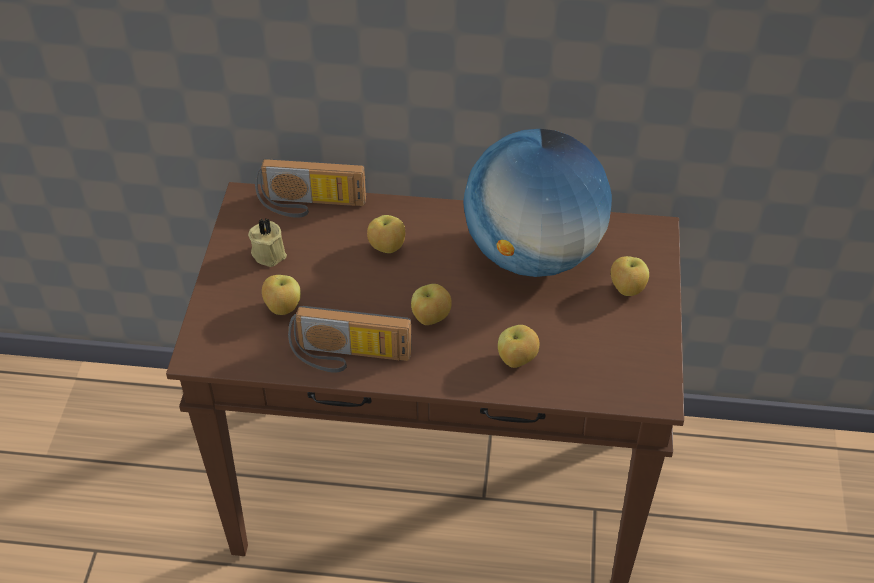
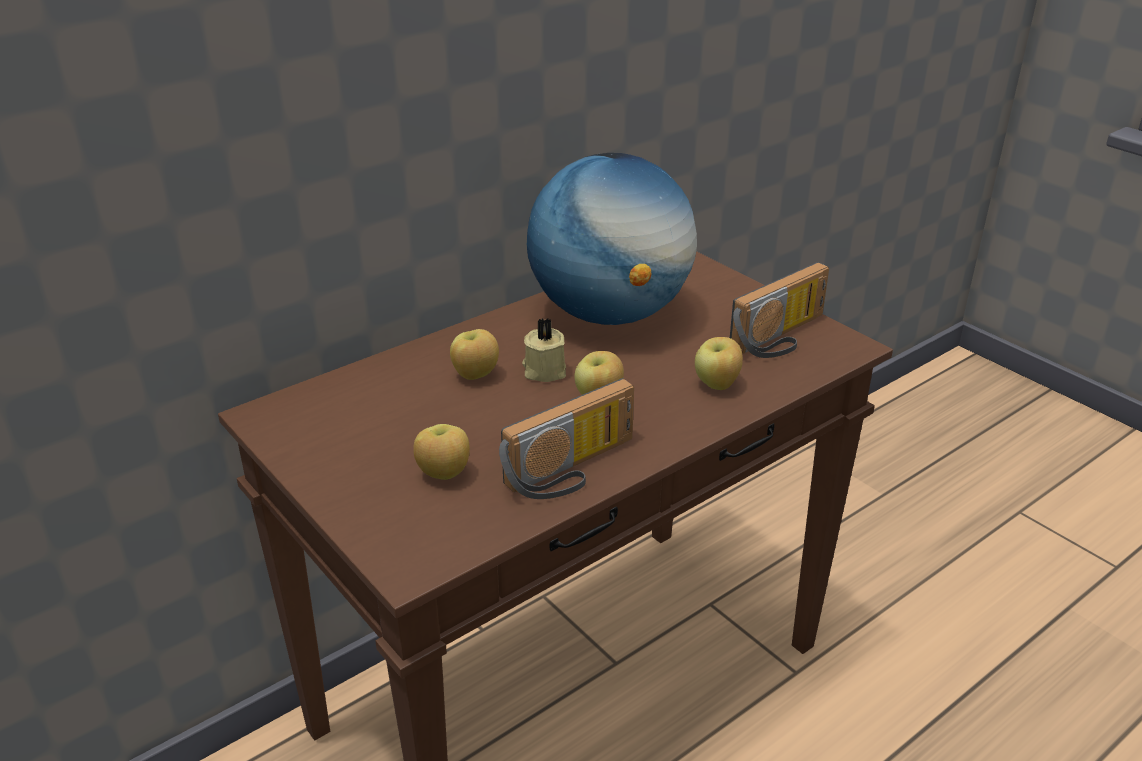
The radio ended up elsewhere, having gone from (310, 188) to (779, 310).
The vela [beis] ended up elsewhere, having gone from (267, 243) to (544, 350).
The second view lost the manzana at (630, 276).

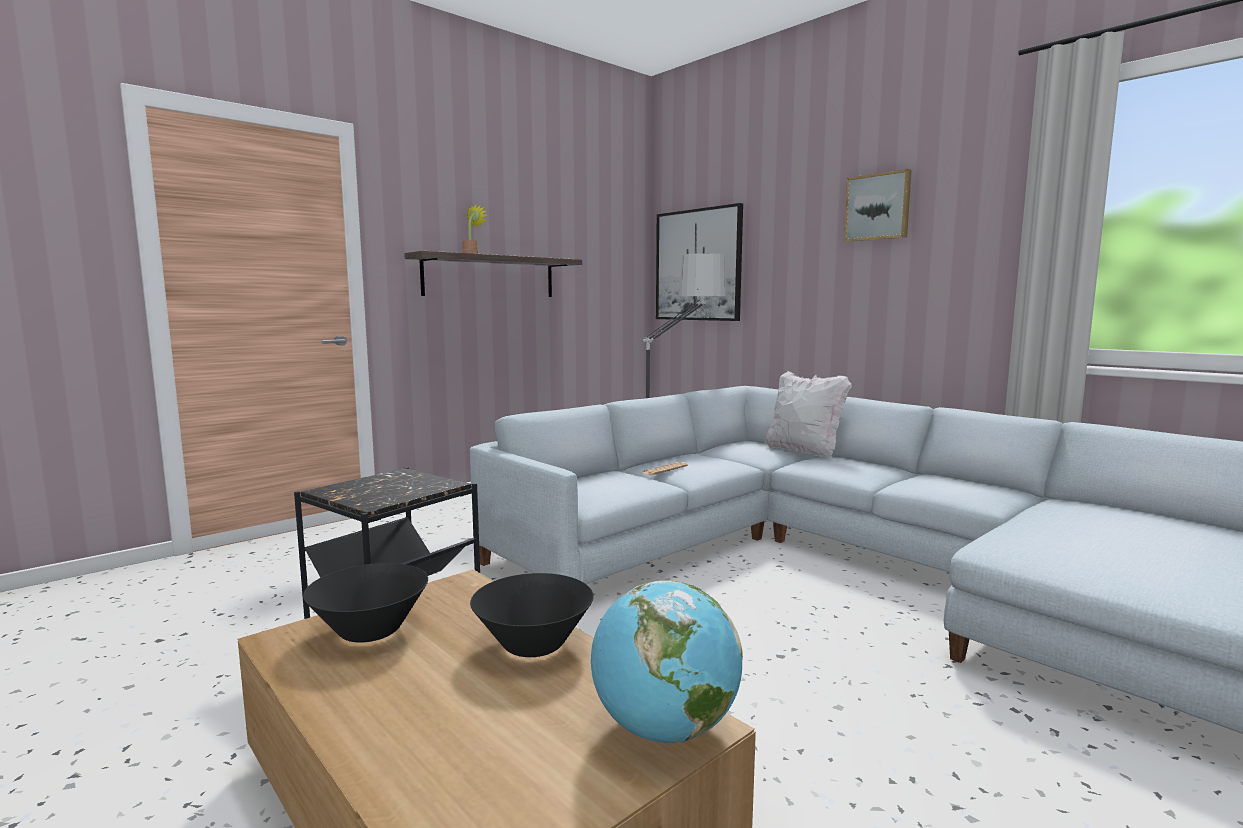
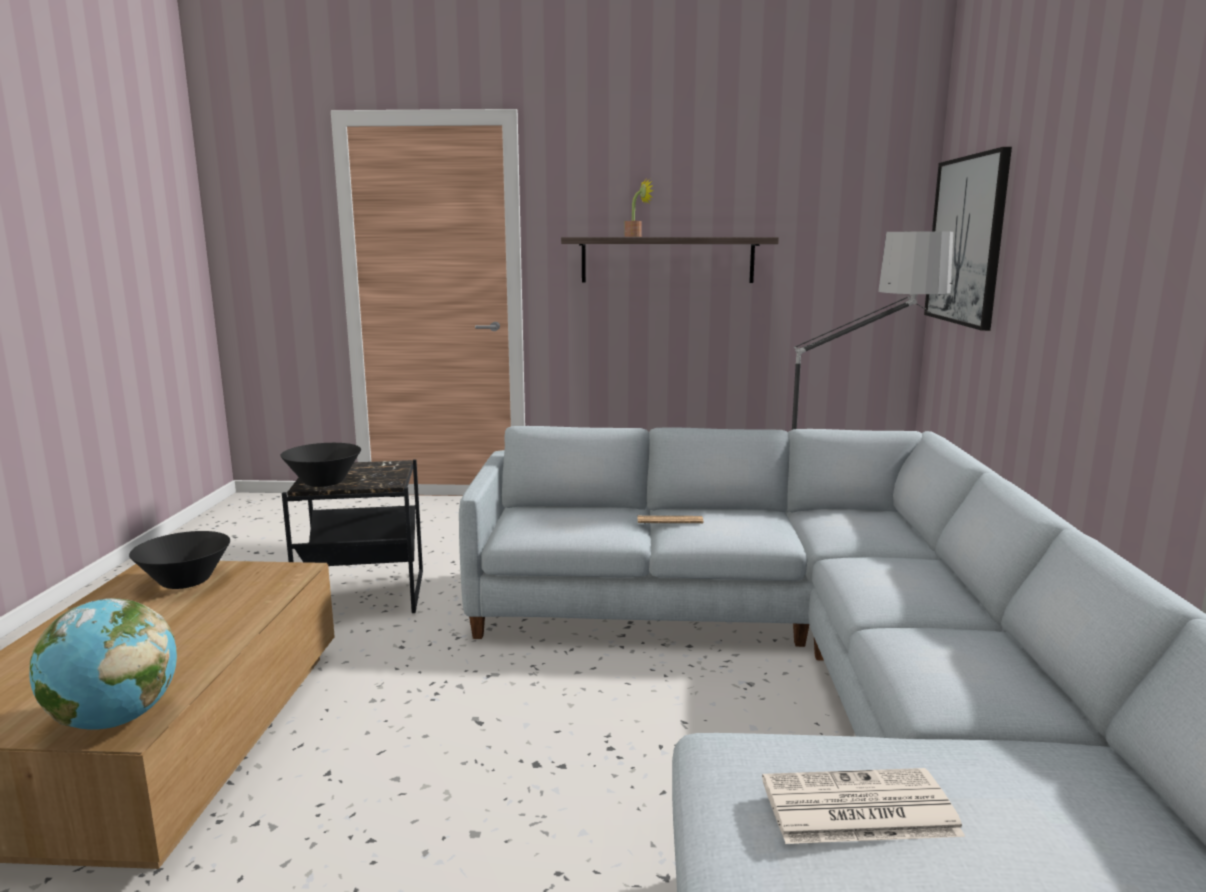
The second view lost the cuadro at (878, 205).
The second view lost the cojín [blanco] at (808, 415).
The cuenco [negro] ended up elsewhere, having gone from (532, 615) to (320, 465).
The second view gained the periódico at (863, 806).

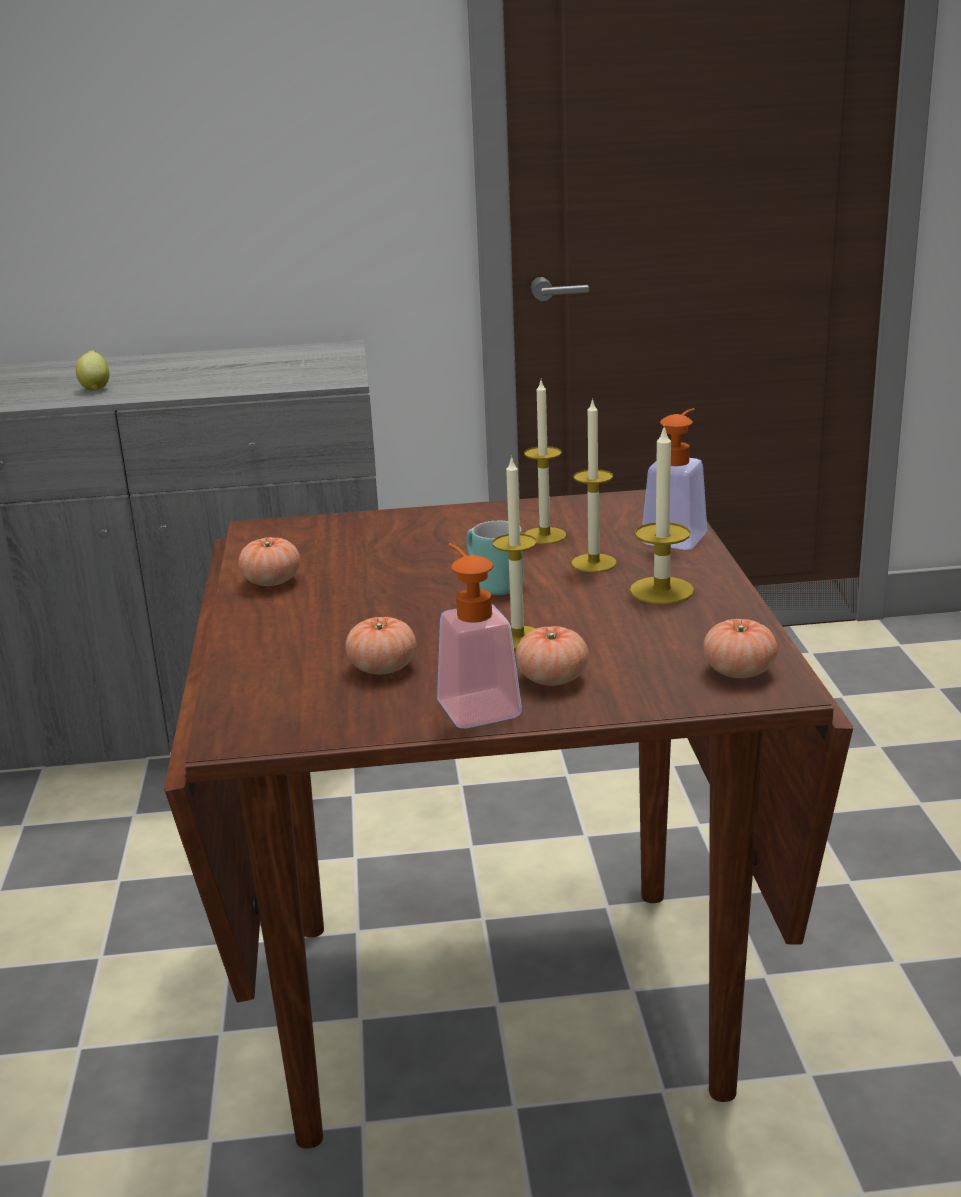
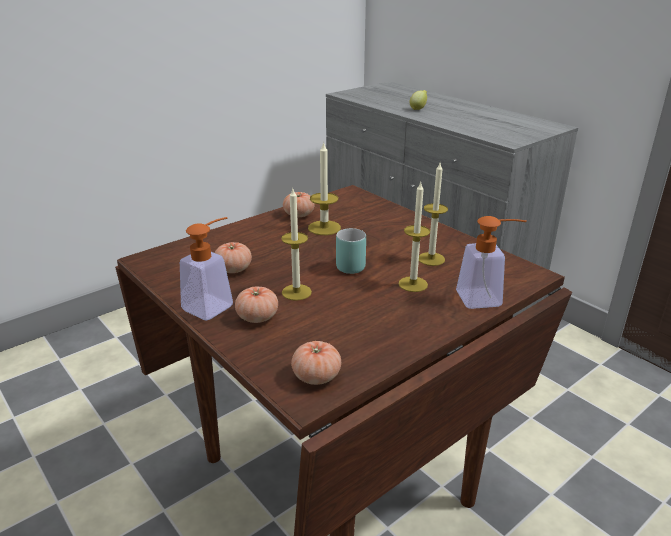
The vela ended up elsewhere, having gone from (662, 515) to (324, 188).

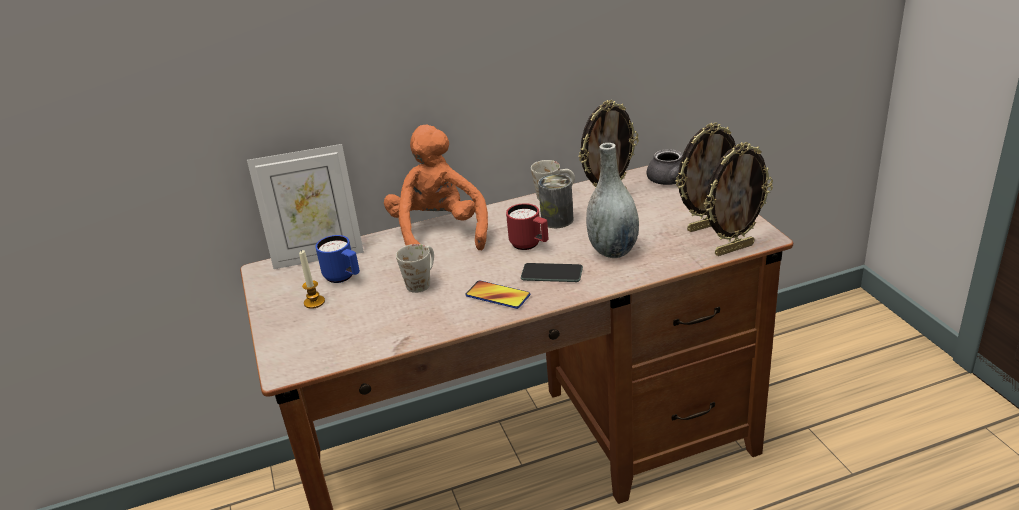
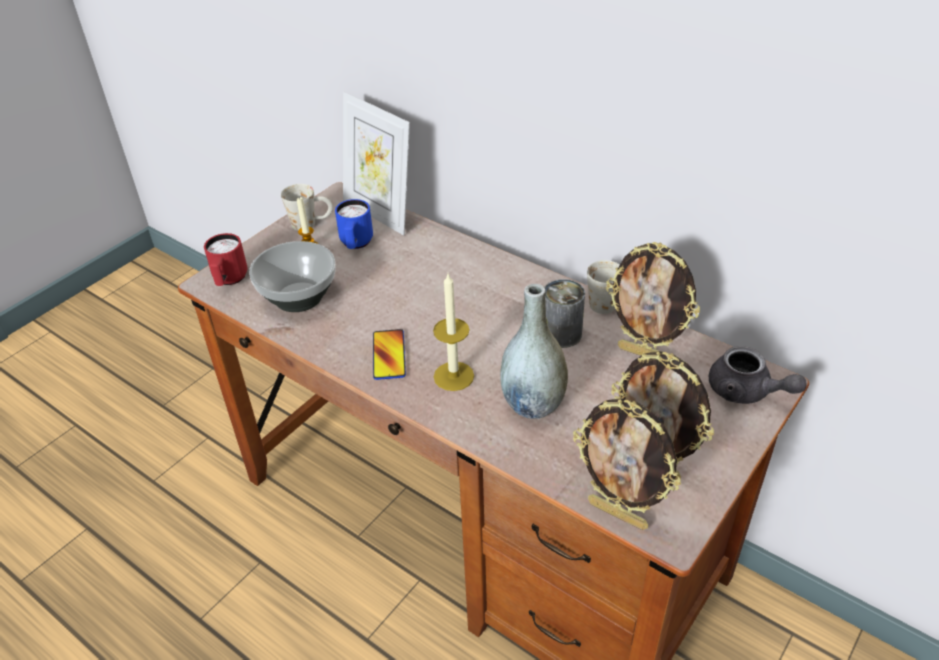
The second view lost the peluche [naranja] at (436, 187).
The taza grande [rojo] ended up elsewhere, having gone from (527, 226) to (225, 259).
The taza grande [blanco] ended up elsewhere, having gone from (415, 268) to (307, 207).
Where the móvil stood at (552, 272), the vela came to stand at (453, 332).
The second view gained the cuenco at (292, 276).

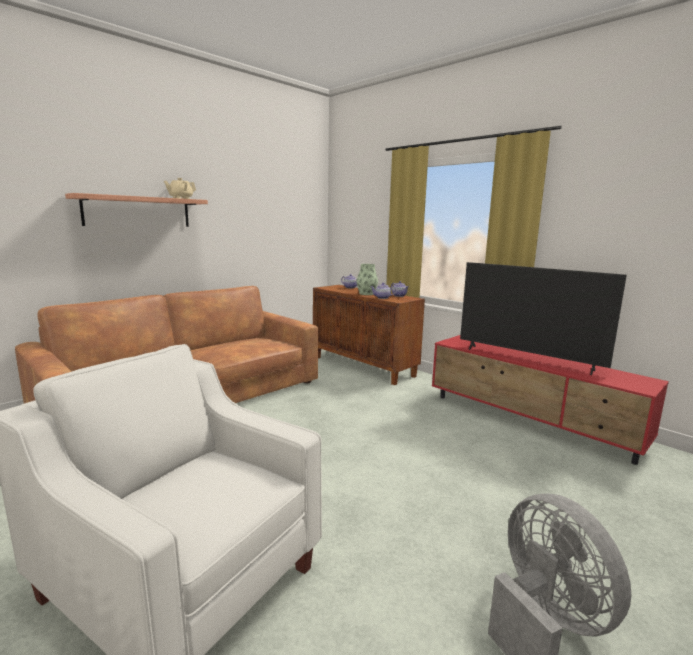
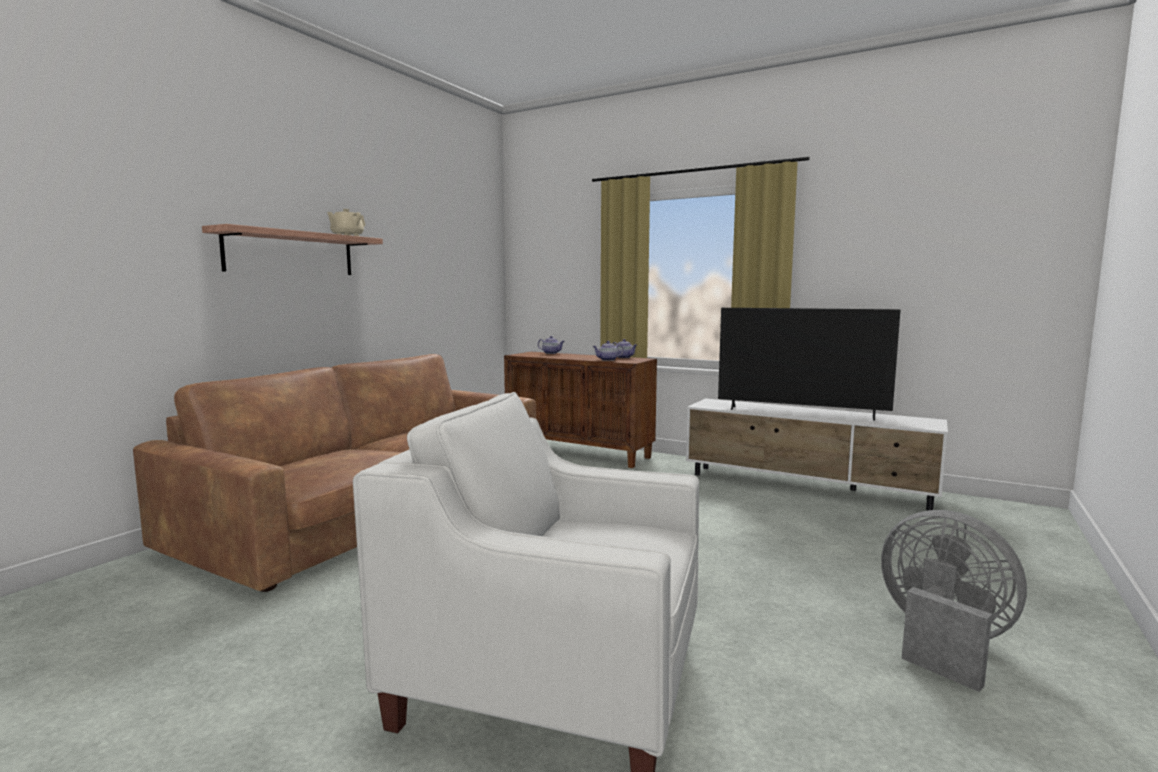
The second view lost the florero at (367, 279).
What was the mueble de televisión [rojo] at (550, 400) turned into the mueble de televisión [blanco] at (817, 454).

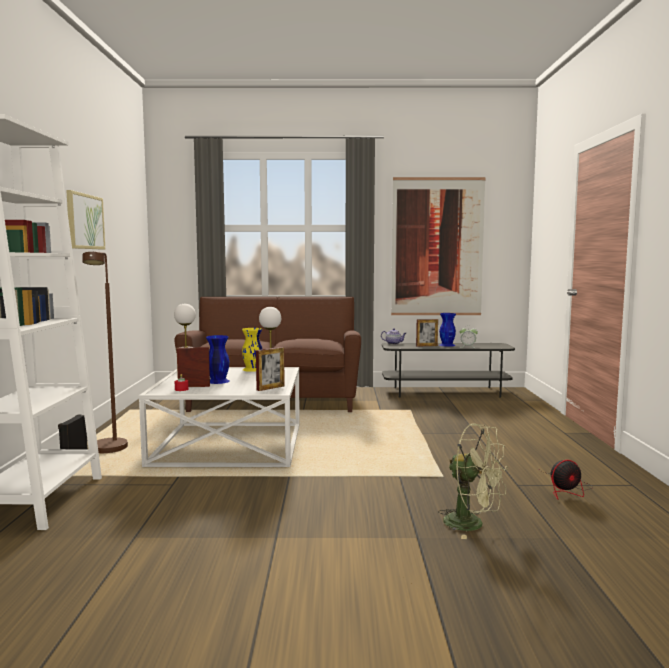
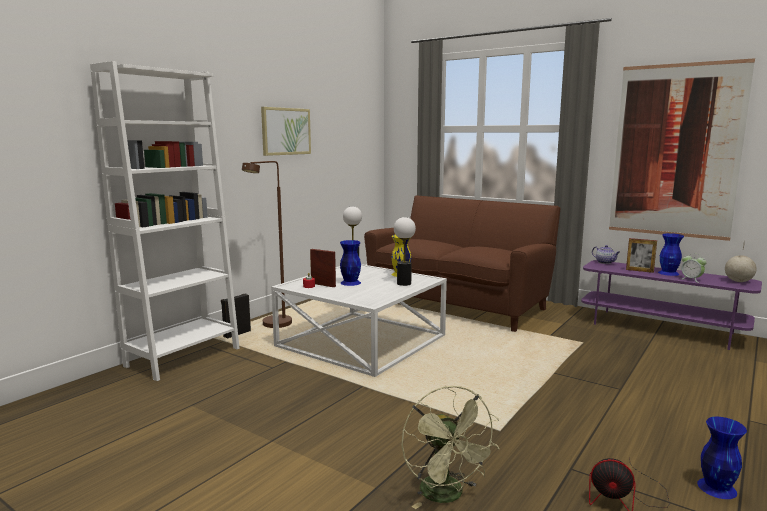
What was the mueble de televisión [gris] at (448, 370) turned into the mueble de televisión [morado] at (671, 305).
The second view lost the portarretratos at (270, 369).
The second view gained the globo terráqueo at (741, 261).
The second view gained the florero [azul] at (722, 458).

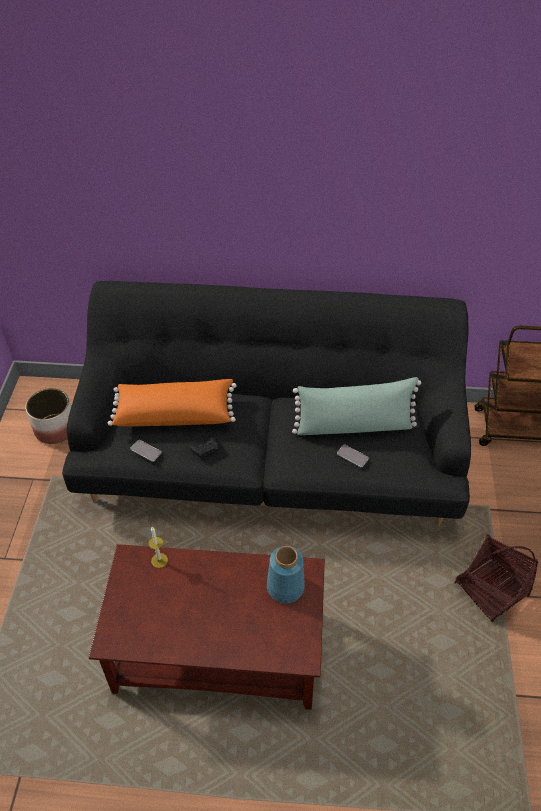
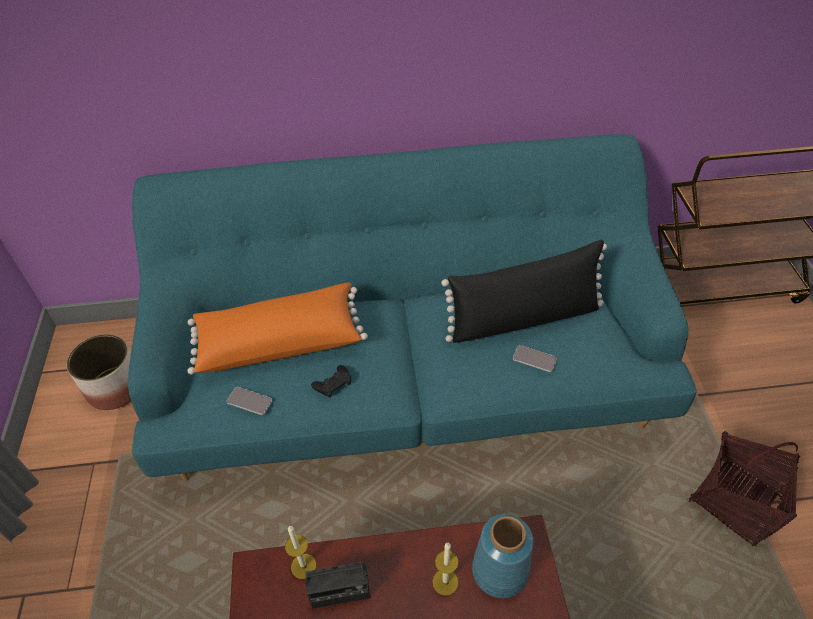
What was the sofá [negro] at (266, 403) turned into the sofá [turquesa] at (412, 307).
What was the cojín [verde] at (356, 406) turned into the cojín [negro] at (524, 291).
The second view gained the vela at (445, 569).
The second view gained the radio at (338, 585).

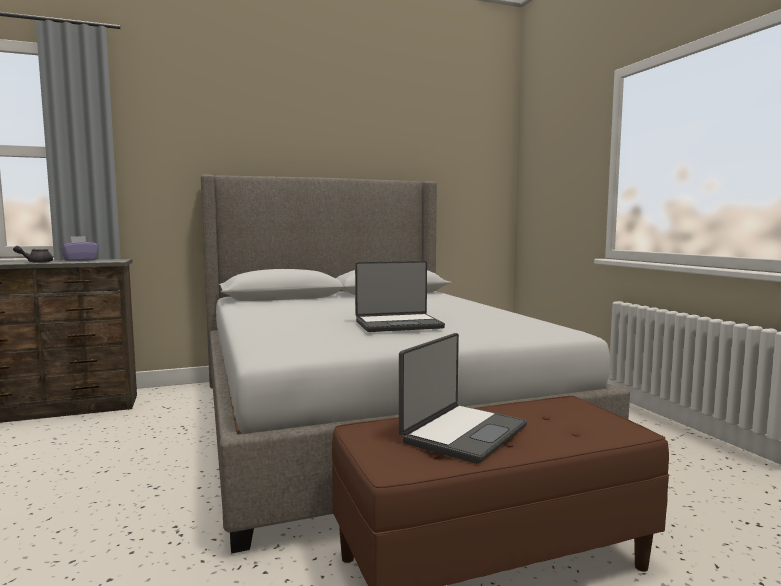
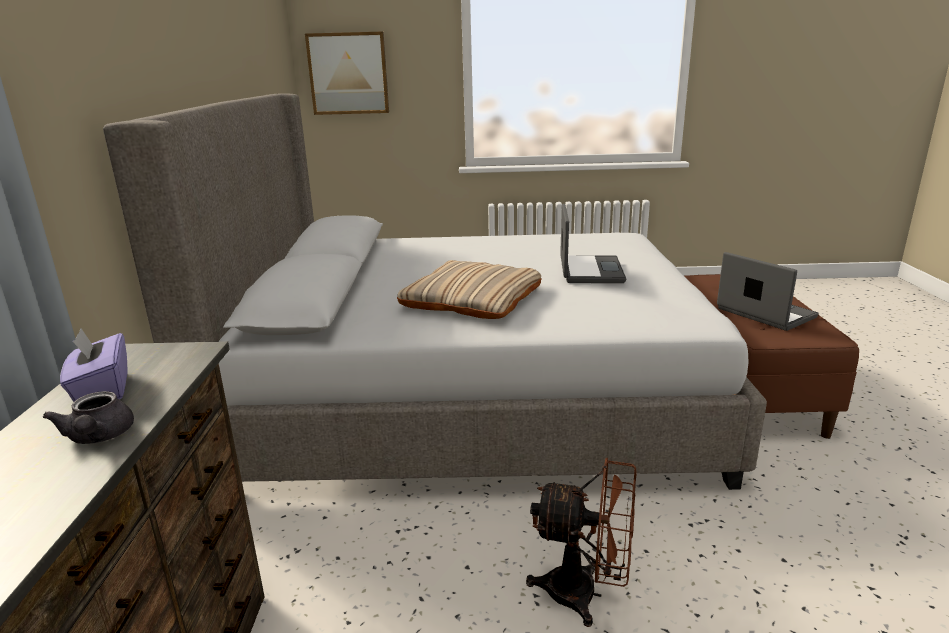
The second view gained the cuadro at (347, 73).
The second view gained the cojín [beis] at (469, 289).
The second view gained the ventilador [marrón] at (581, 542).

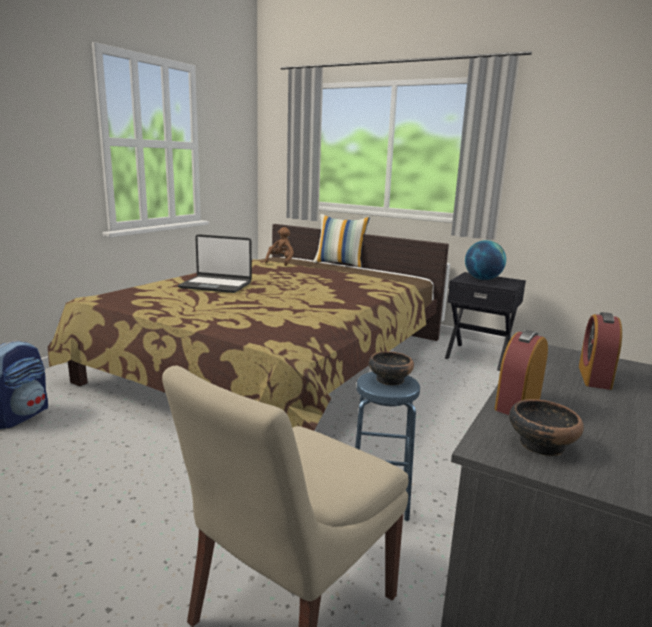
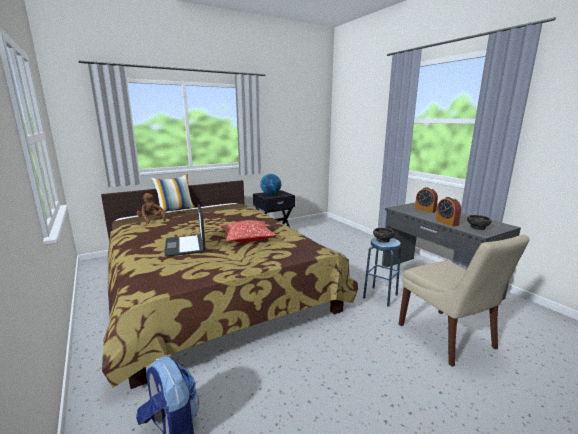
The portátil at (215, 263) ended up facing another way, 120 degrees clockwise from before.
The second view gained the cojín at (248, 231).

